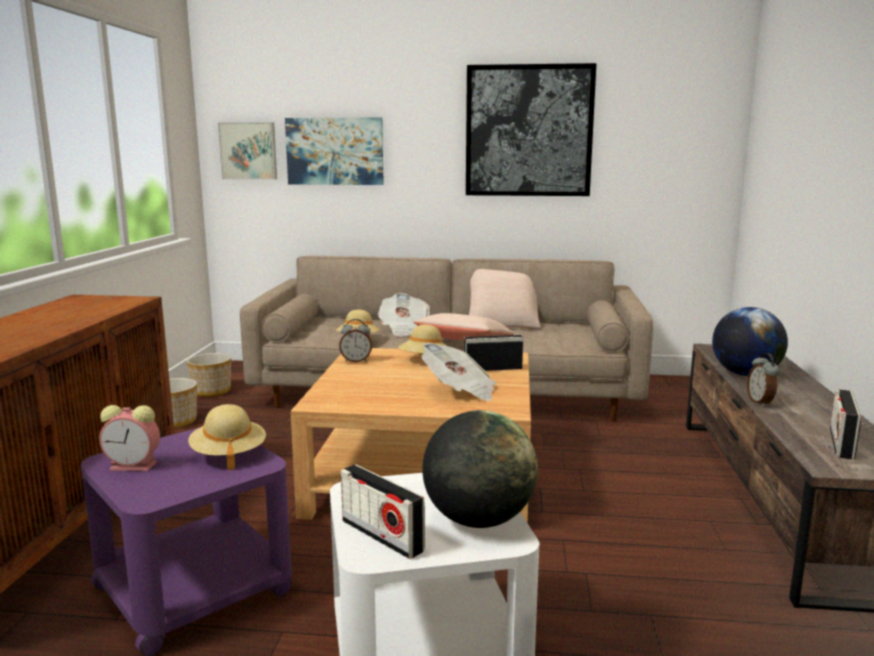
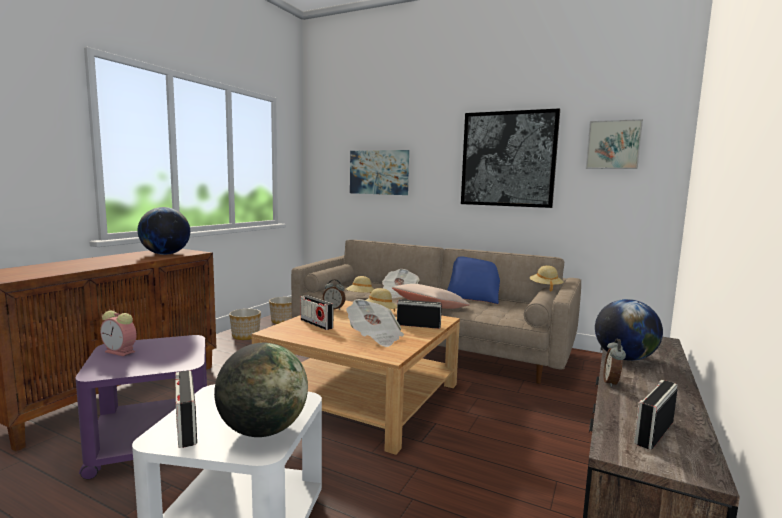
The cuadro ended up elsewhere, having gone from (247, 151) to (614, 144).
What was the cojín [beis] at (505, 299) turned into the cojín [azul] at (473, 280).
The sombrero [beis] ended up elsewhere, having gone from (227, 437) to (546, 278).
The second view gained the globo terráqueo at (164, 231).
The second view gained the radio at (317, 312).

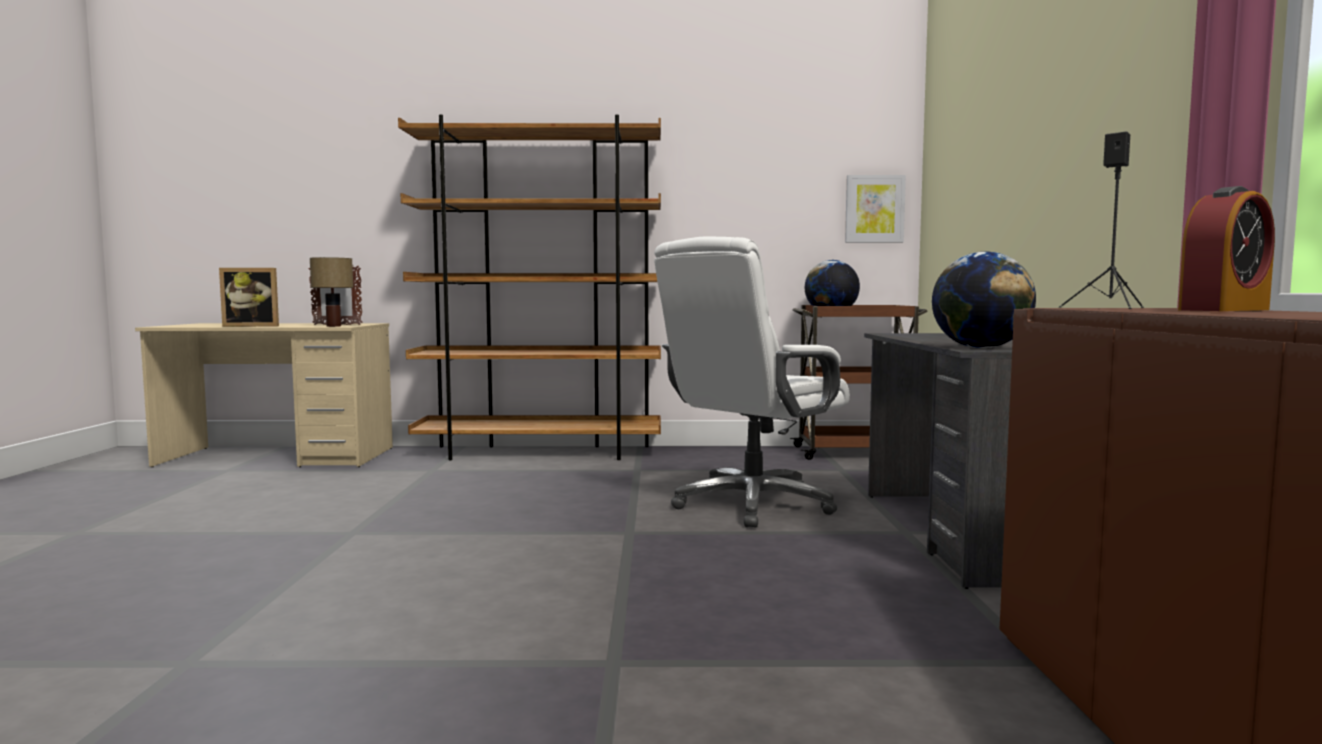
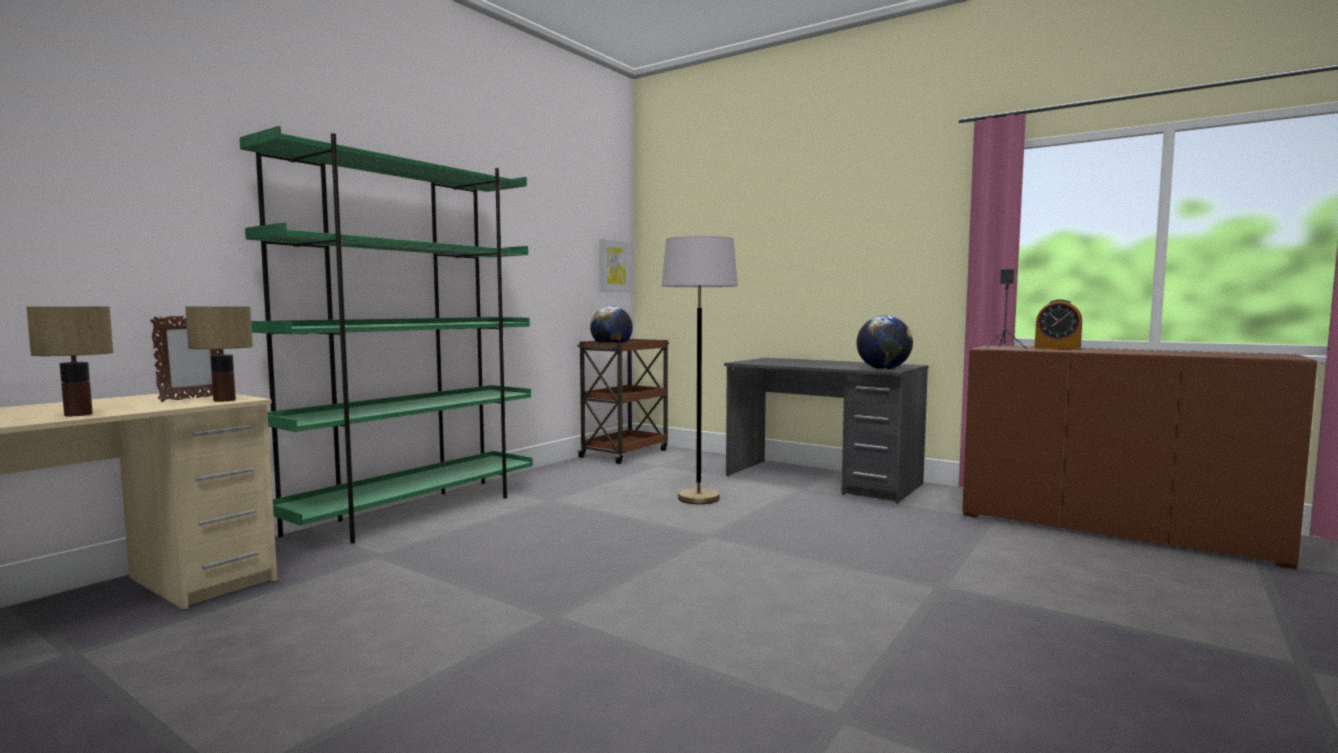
What was the estantería [marrón] at (529, 287) turned into the estantería [verde] at (386, 335).
The despertador at (1226, 248) ended up facing another way, 120 degrees clockwise from before.
Where the silla de oficina [blanco] stood at (752, 382), the lámpara de pie [gris] came to stand at (699, 370).
Where the portarretratos stood at (249, 297), the lámpara de mesa came to stand at (69, 361).

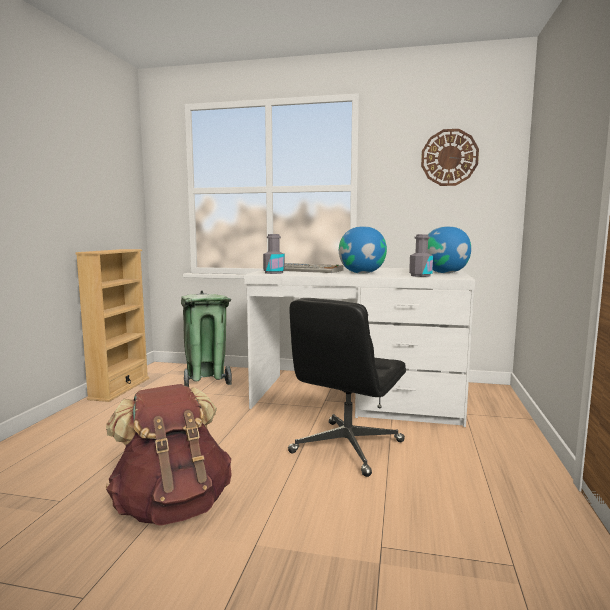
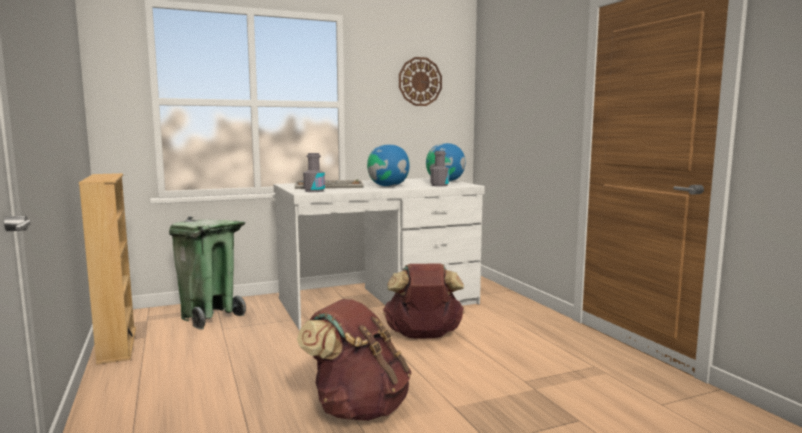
Where the silla de oficina [negro] stood at (347, 387), the mochila [marrón] came to stand at (423, 301).

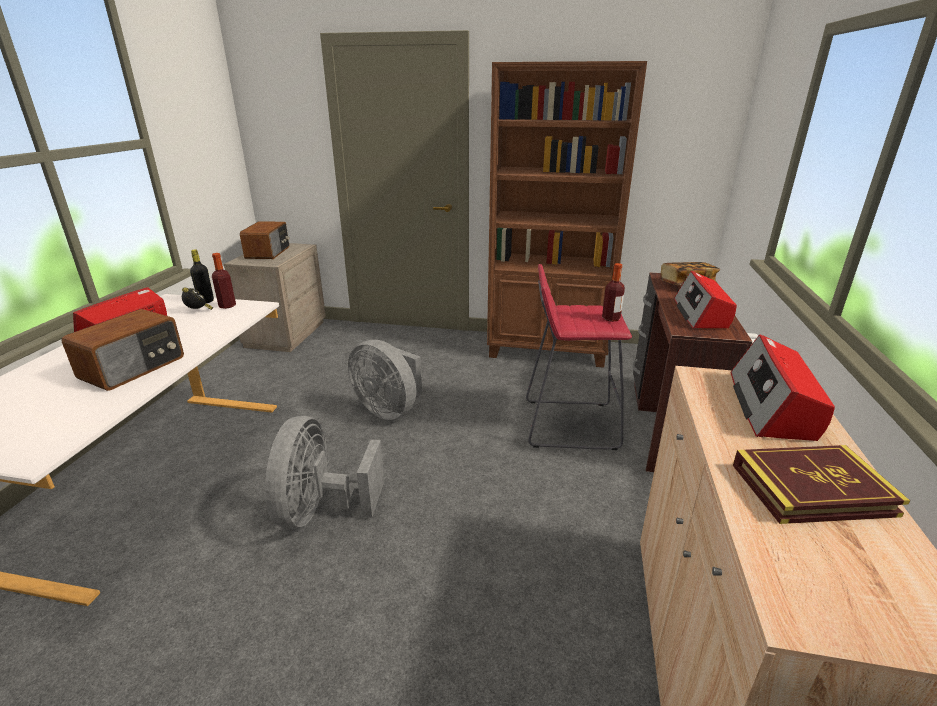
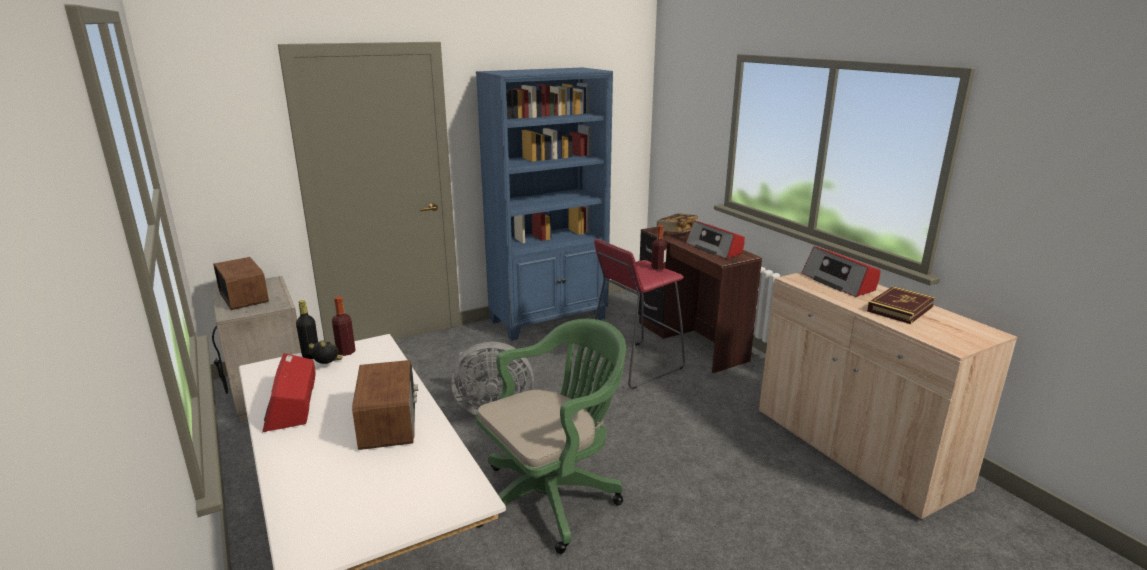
What was the estantería [marrón] at (567, 214) turned into the estantería [azul] at (544, 204).
Where the ventilador [gris] stood at (324, 472), the silla de oficina [verde] came to stand at (551, 436).

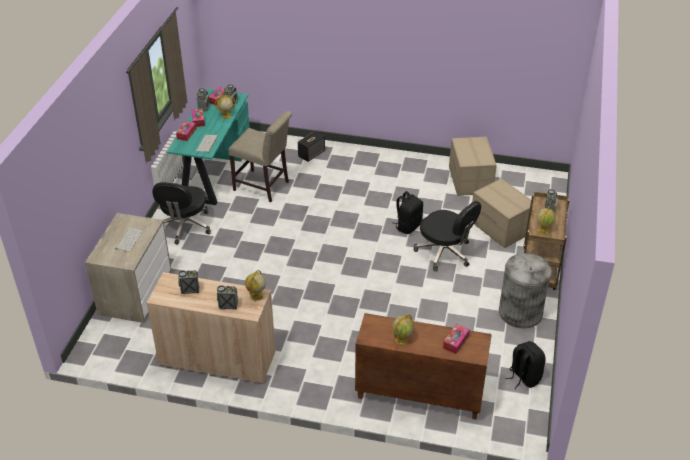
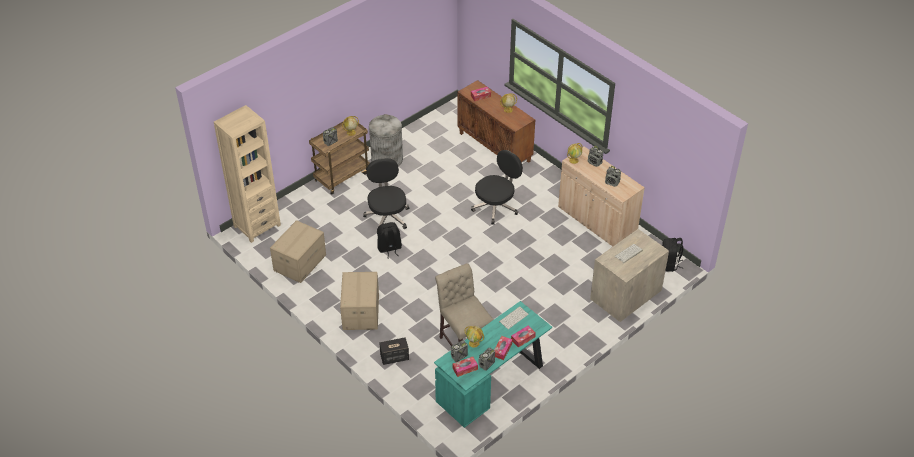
The caja de cartón ended up elsewhere, having gone from (502, 213) to (359, 301).
The silla de oficina [negro] ended up elsewhere, having gone from (181, 213) to (497, 187).
The mochila [negro] ended up elsewhere, having gone from (525, 365) to (672, 255).
The second view gained the estantería [beis] at (247, 174).

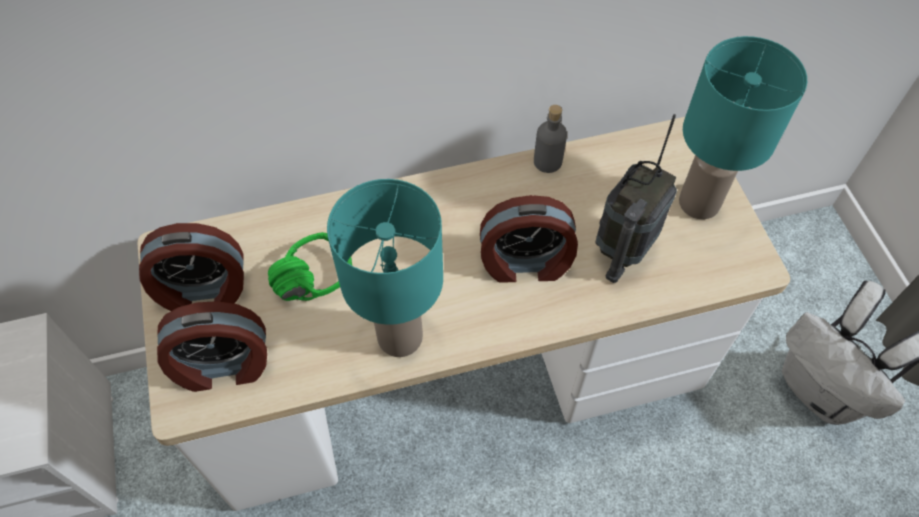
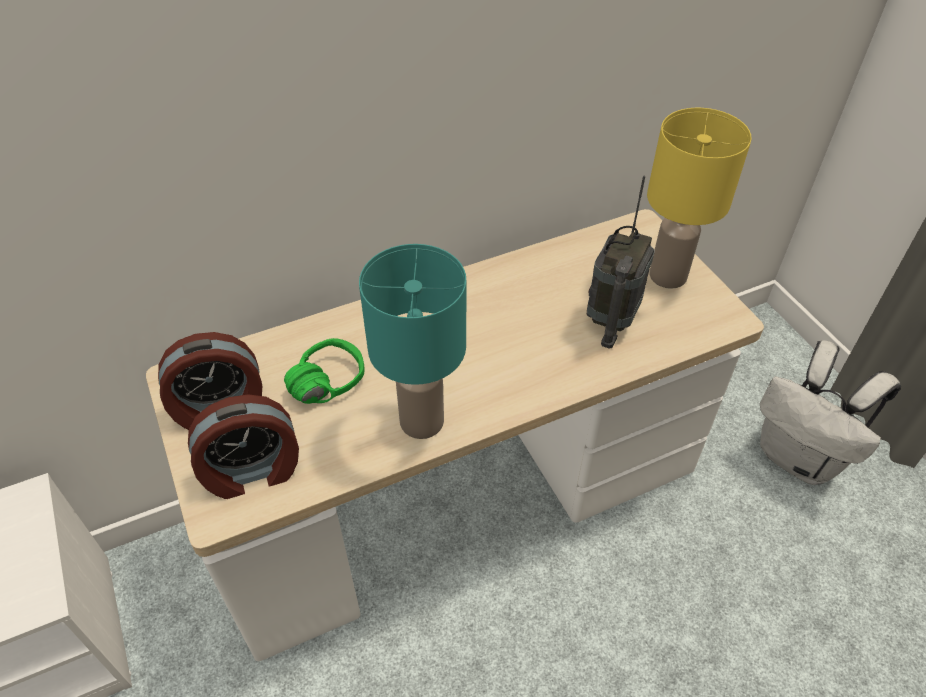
What was the lámpara de mesa [turquesa] at (743, 127) turned into the lámpara de mesa [amarillo] at (699, 198).
The second view lost the botella [gris] at (550, 139).
The second view lost the despertador at (529, 239).

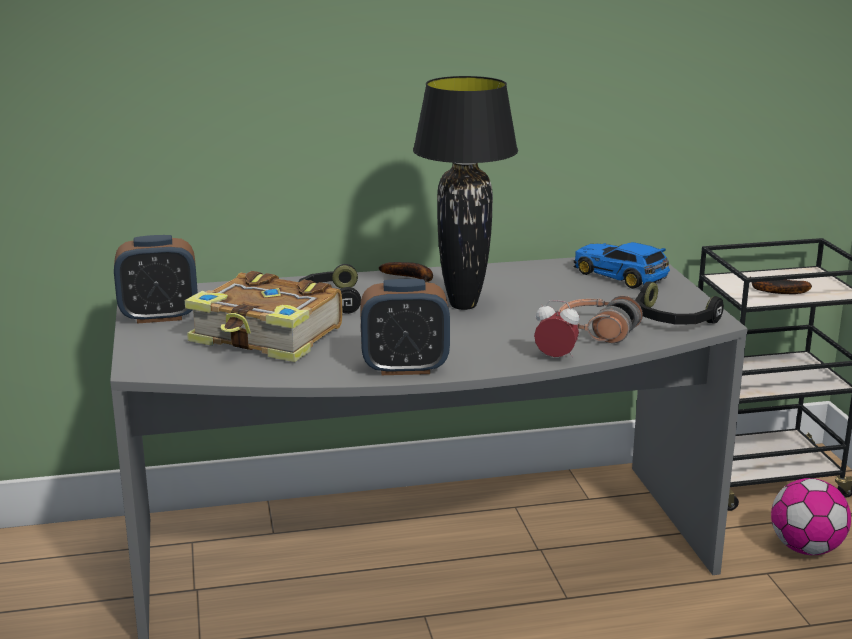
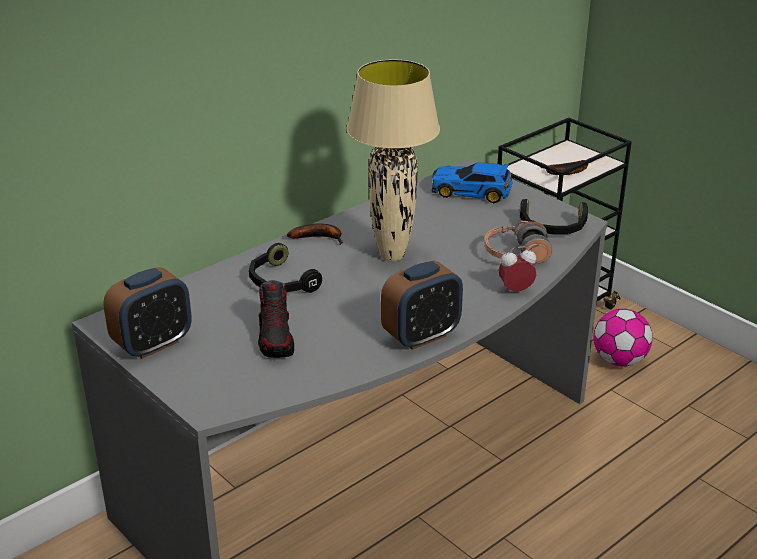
What was the lámpara de mesa [negro] at (465, 193) turned into the lámpara de mesa [beis] at (393, 161).
Where the libro stood at (263, 316), the zapato came to stand at (276, 319).

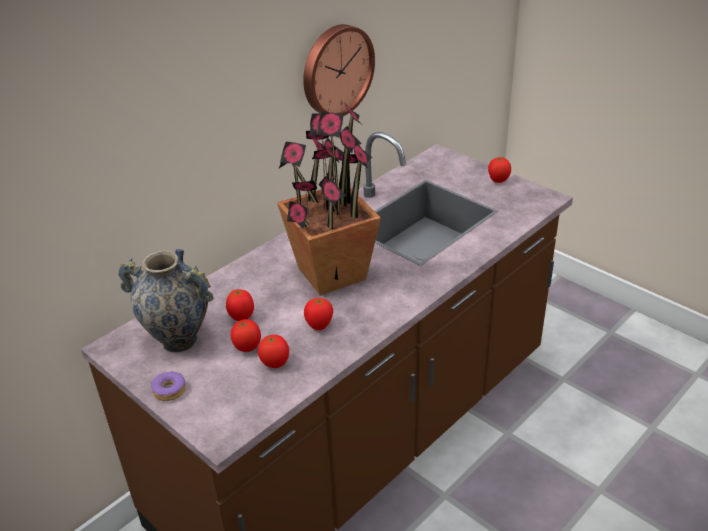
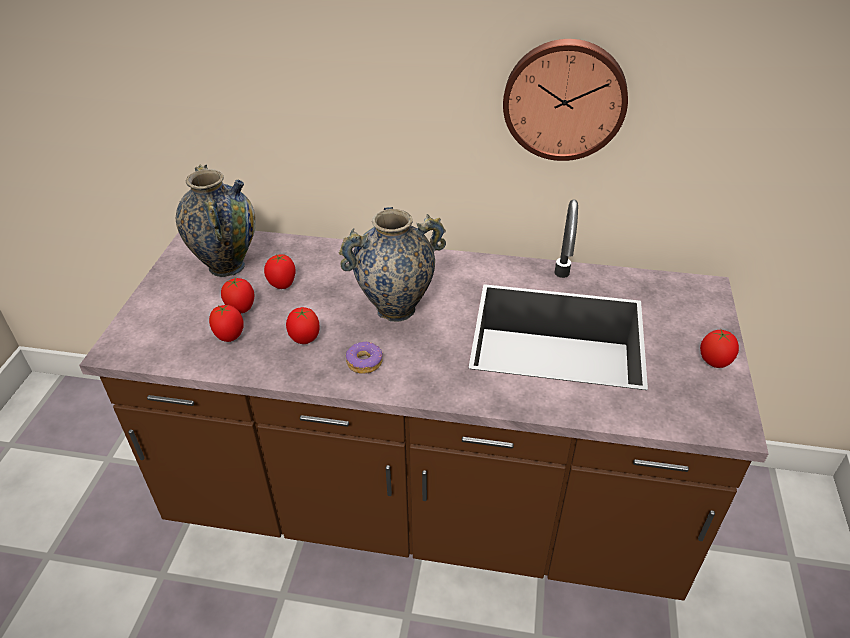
Where the planta en maceta stood at (329, 198), the florero came to stand at (392, 264).
The rosquilla ended up elsewhere, having gone from (168, 386) to (364, 358).

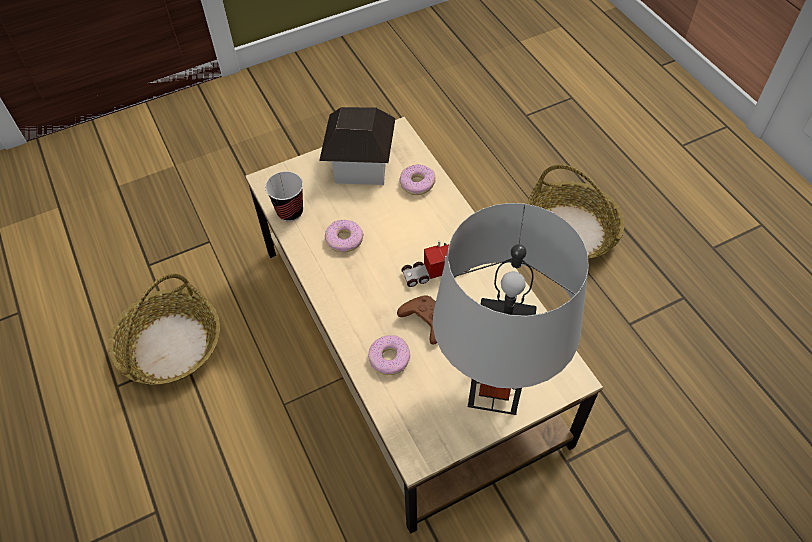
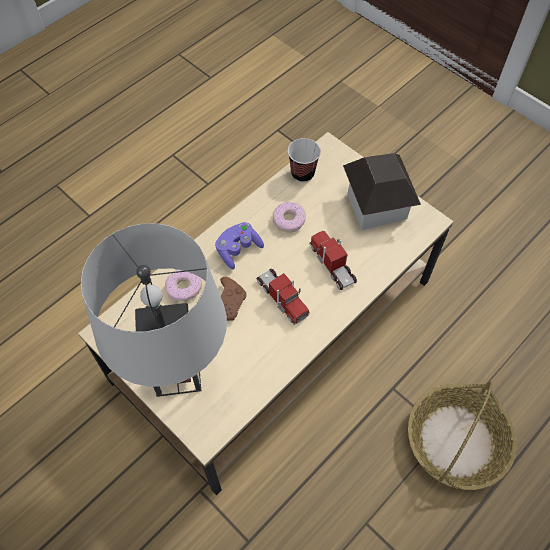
The second view lost the rosquilla at (418, 179).
The second view lost the cesta at (164, 329).
The second view gained the mando de consola [morado] at (239, 245).
The second view gained the camión de juguete at (333, 260).

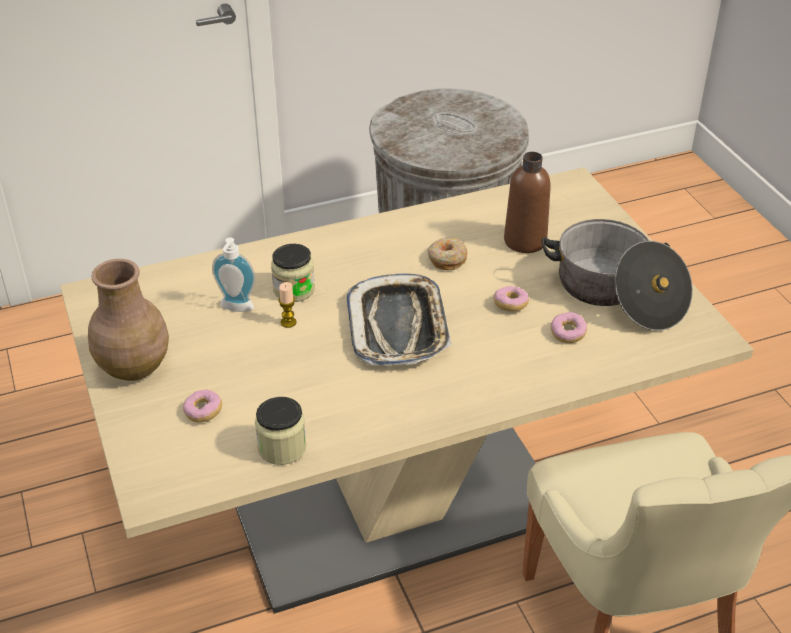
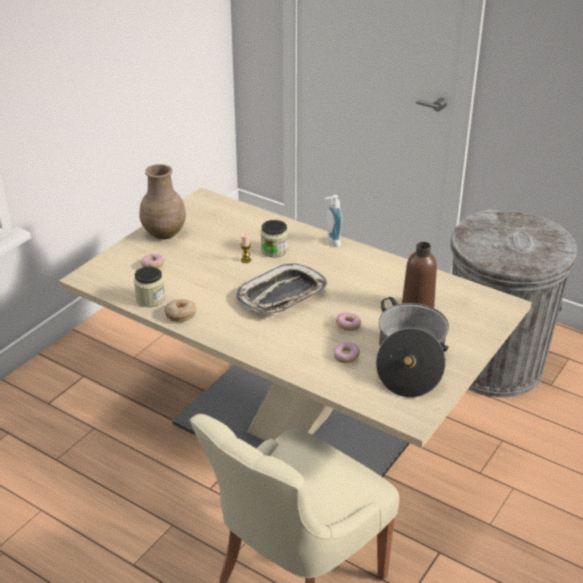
The dispensador de jabón ended up elsewhere, having gone from (234, 274) to (333, 221).
The rosquilla ended up elsewhere, having gone from (448, 254) to (180, 310).

